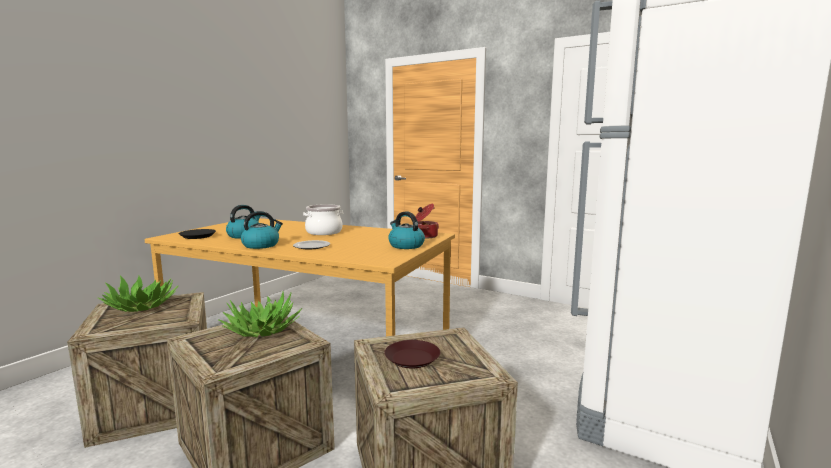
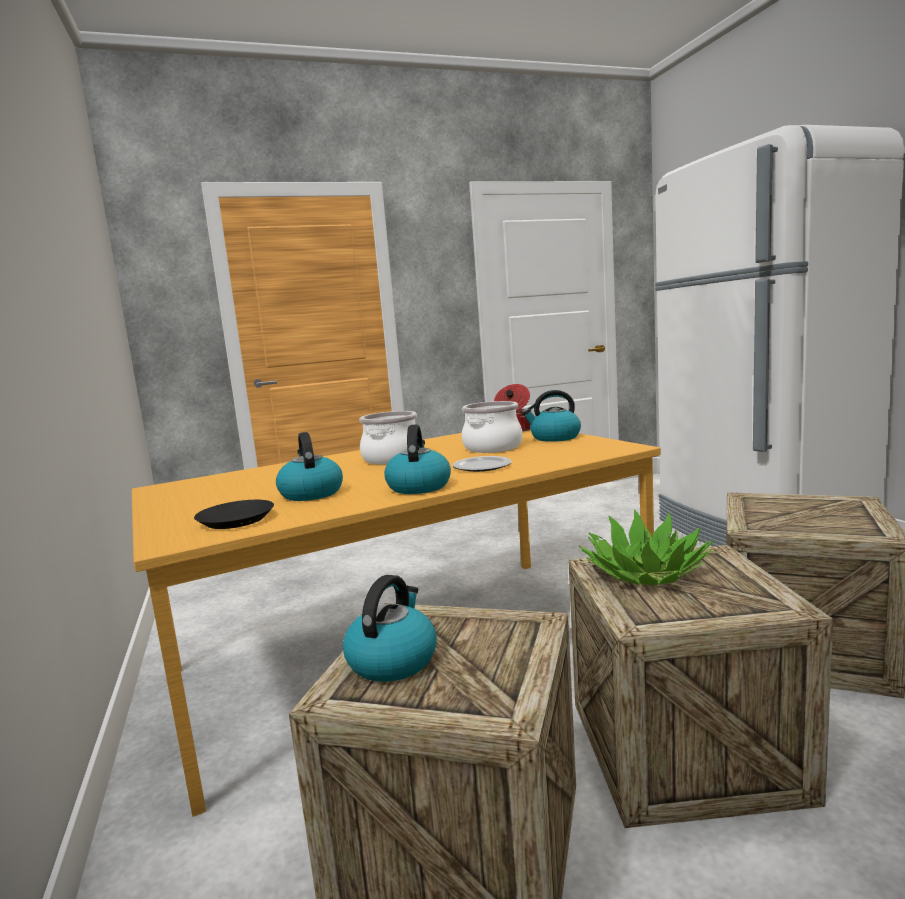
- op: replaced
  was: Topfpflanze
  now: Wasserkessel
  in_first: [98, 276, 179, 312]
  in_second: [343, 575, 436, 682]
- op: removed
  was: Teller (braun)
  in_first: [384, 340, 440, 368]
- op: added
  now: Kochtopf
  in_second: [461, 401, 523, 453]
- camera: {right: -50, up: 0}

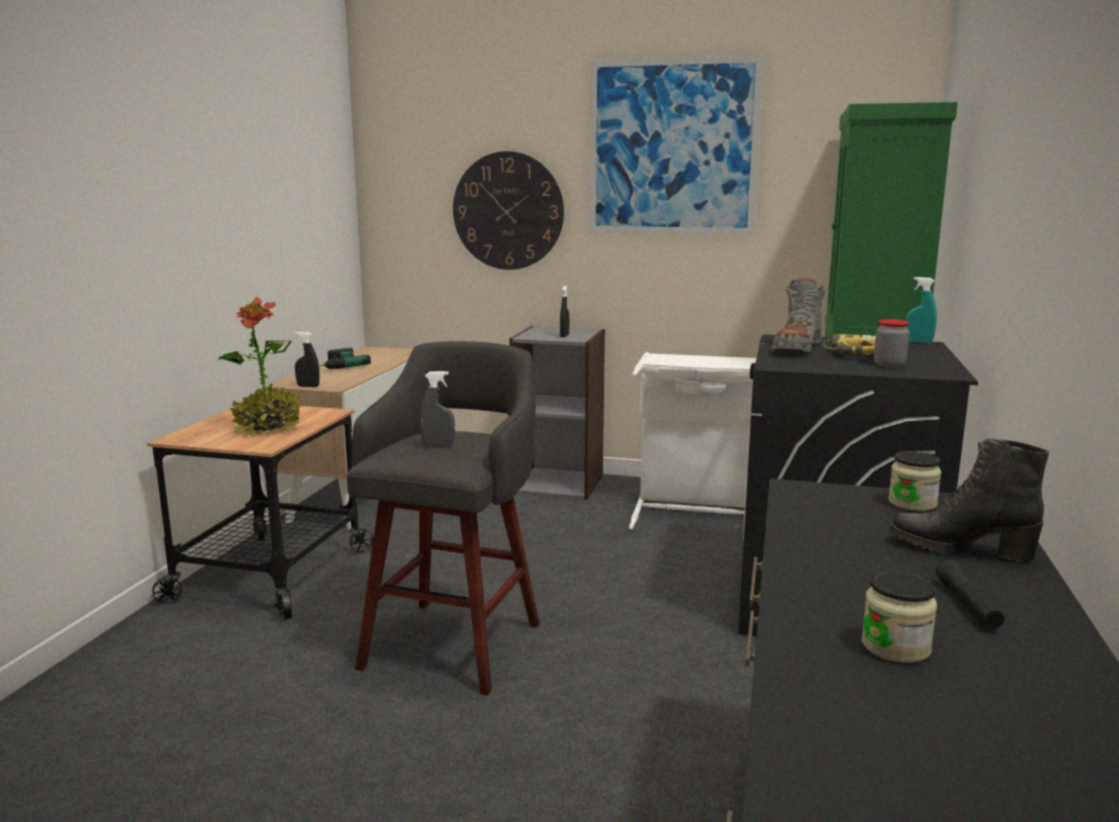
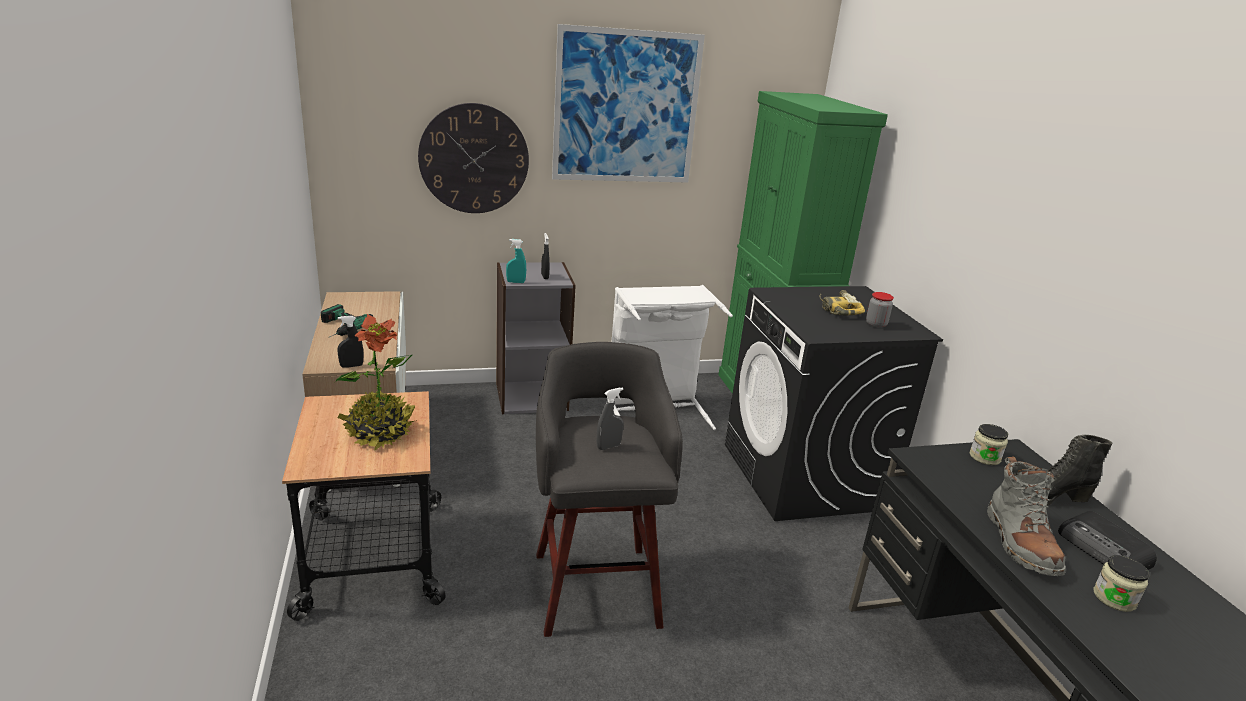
- op: moved
  was: Sprühflasche (türkis)
  in_first: [905, 277, 937, 343]
  in_second: [506, 239, 526, 283]
- op: moved
  was: Stiefel (grau)
  in_first: [772, 278, 825, 353]
  in_second: [987, 456, 1066, 576]
- op: replaced
  was: Taschenlampe (schwarz)
  now: Radio
  in_first: [936, 559, 1004, 629]
  in_second: [1058, 511, 1157, 570]
- camera: {right: -30, up: 10}

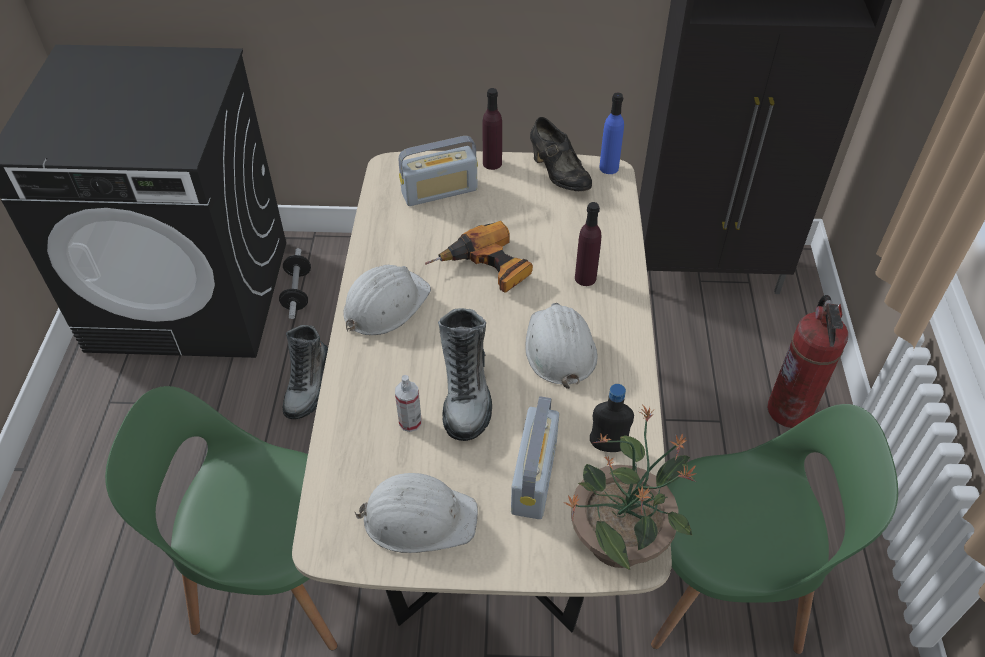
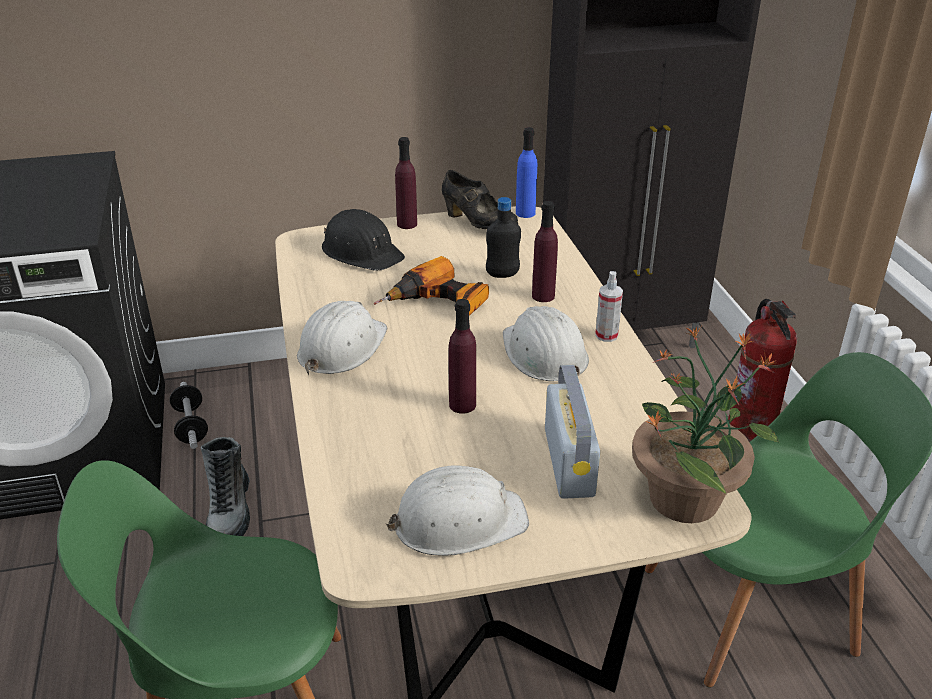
- op: replaced
  was: Radio
  now: Schutzhelm (schwarz)
  in_first: [399, 136, 478, 206]
  in_second: [322, 209, 405, 271]
- op: replaced
  was: Stiefel
  now: Flasche (lila)
  in_first: [438, 308, 492, 441]
  in_second: [448, 299, 476, 414]
- op: moved
  was: Sprühflasche
  in_first: [395, 375, 422, 432]
  in_second: [595, 271, 623, 342]
- op: moved
  was: Flasche (schwarz)
  in_first: [590, 384, 634, 452]
  in_second: [486, 197, 521, 278]
- camera: {right: -15, up: -15}

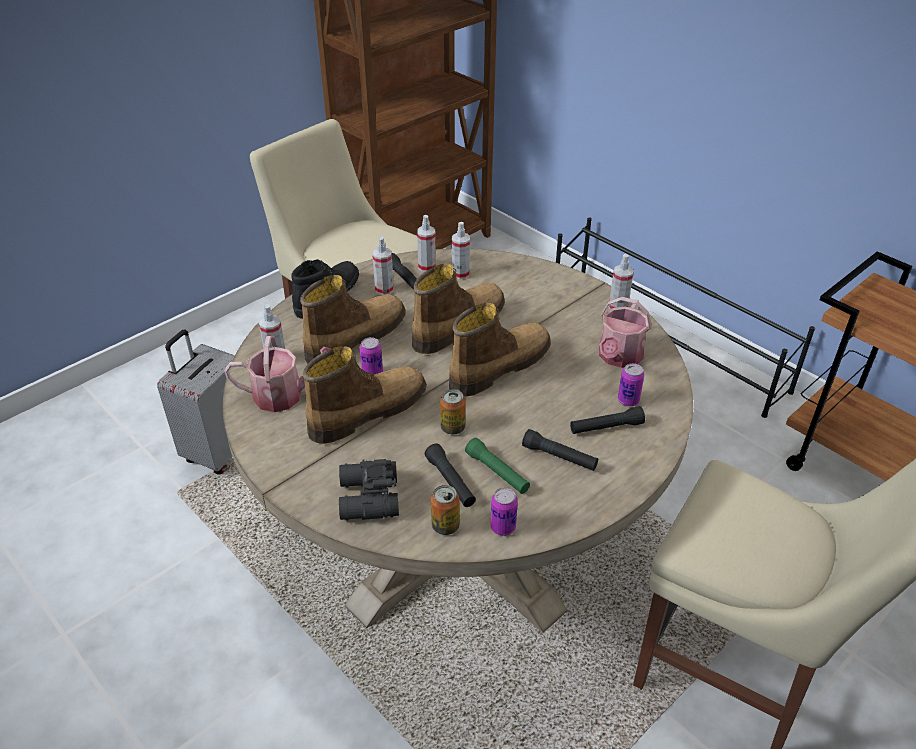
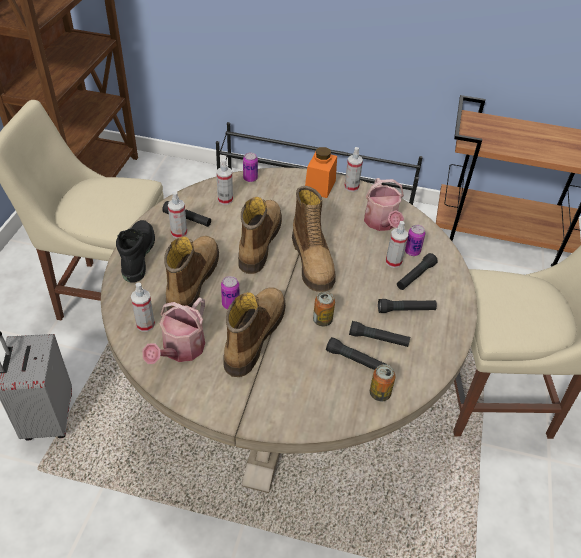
- op: moved
  was: Sprühflasche
  in_first: [417, 215, 436, 272]
  in_second: [386, 221, 408, 268]
- op: turned
  was: Stiefel
  in_first: [449, 303, 551, 397]
  in_second: [292, 186, 336, 292]
  clockwise: 150
- op: turned
  was: Gießkanne
  in_first: [224, 336, 332, 412]
  in_second: [142, 297, 205, 364]
  clockwise: 150
- op: recoloured
  was: Taschenlampe (grün)
  now: Taschenlampe (schwarz)
  in_first: [465, 438, 530, 494]
  in_second: [349, 321, 410, 347]
- op: removed
  was: Fernglas (schwarz)
  in_first: [339, 459, 399, 521]
- op: moved
  was: Dose
  in_first: [490, 488, 518, 536]
  in_second: [243, 153, 258, 182]
- op: added
  now: Vorratsglas (orange)
  in_second: [305, 147, 337, 198]
- camera: {right: -35, up: 5}

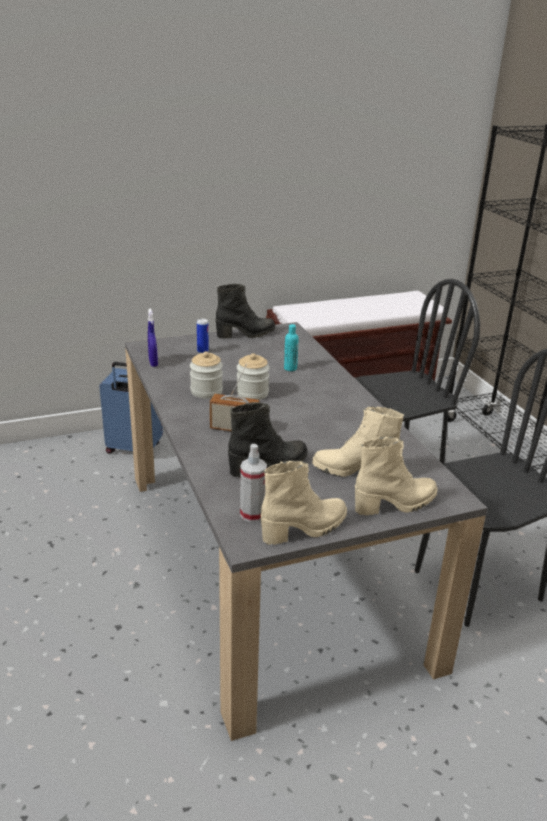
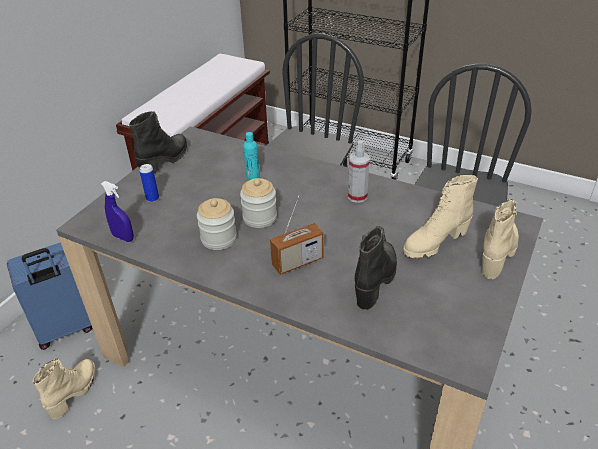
- op: moved
  was: Sprühflasche
  in_first: [240, 444, 267, 522]
  in_second: [348, 141, 370, 203]
- op: moved
  was: Stiefel (beige)
  in_first: [261, 461, 347, 545]
  in_second: [33, 358, 96, 419]
- camera: {right: -40, up: 10}

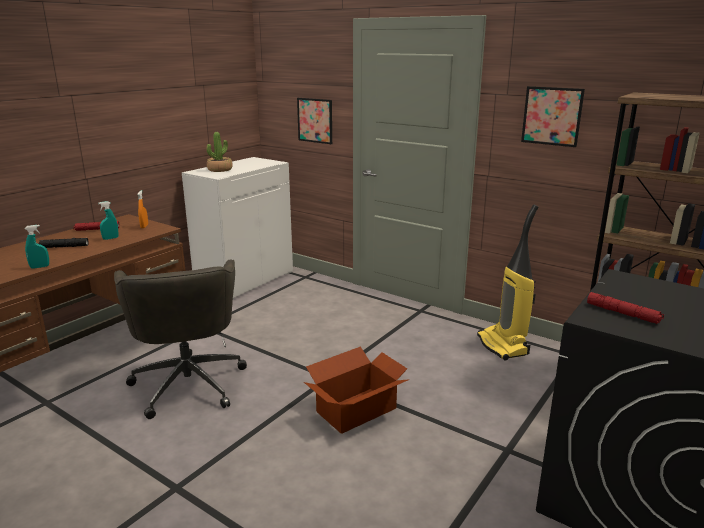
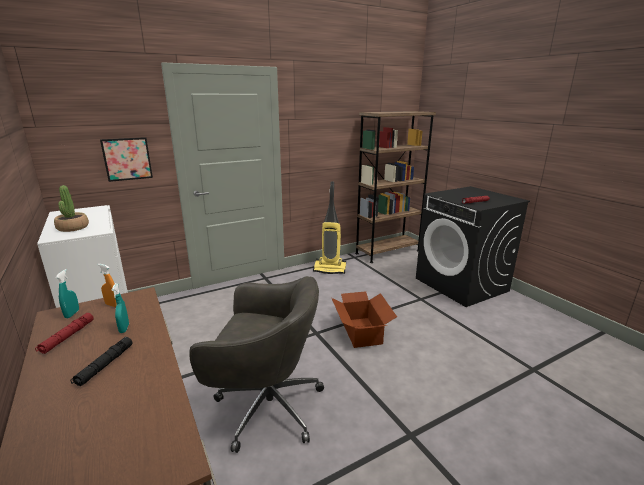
- op: removed
  was: Bild
  in_first: [521, 86, 585, 147]
- op: moved
  was: Sprühflasche (türkis)
  in_first: [25, 225, 49, 269]
  in_second: [56, 269, 79, 318]
- camera: {right: -65, up: 0}

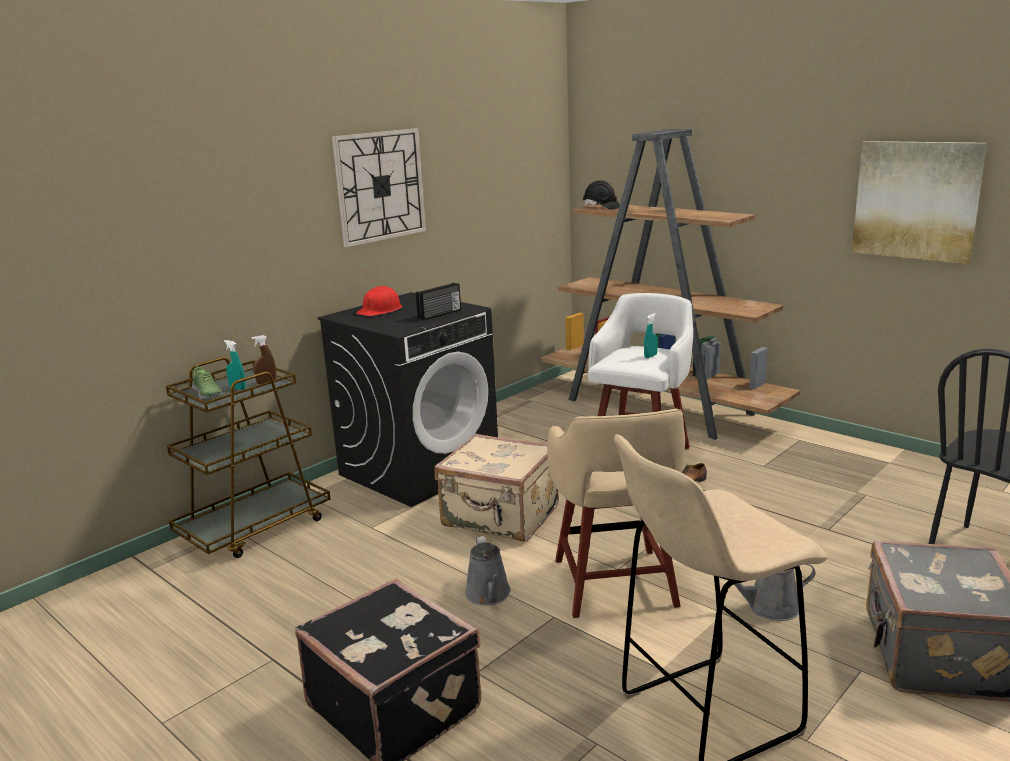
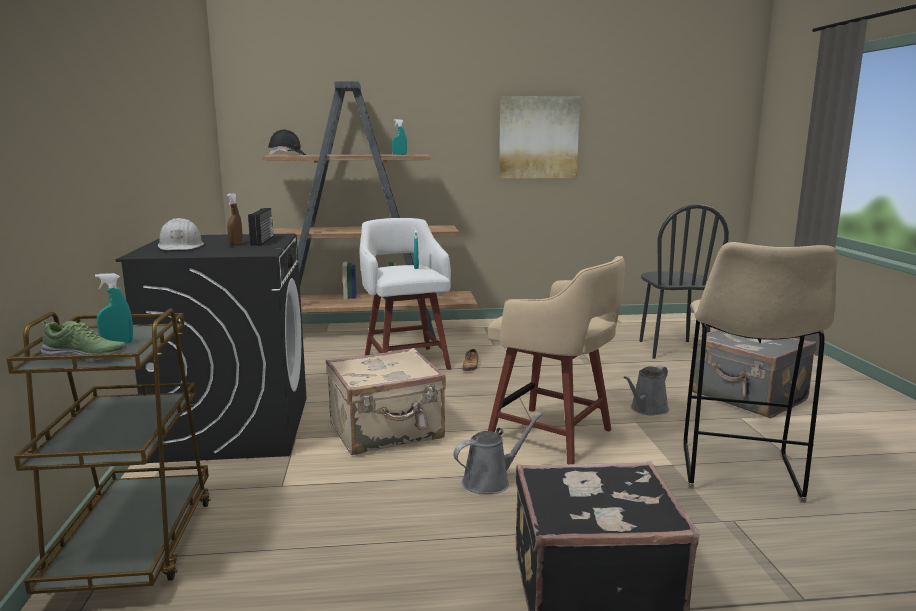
- op: removed
  was: Wanduhr
  in_first: [332, 128, 426, 247]
- op: recoloured
  was: Schutzhelm (rot)
  now: Schutzhelm (weiß)
  in_first: [356, 286, 402, 316]
  in_second: [158, 218, 204, 250]
- op: moved
  was: Sprühflasche (braun)
  in_first: [252, 335, 276, 384]
  in_second: [227, 193, 243, 246]
- op: turned
  was: Gießkanne (grau)
  in_first: [465, 536, 511, 606]
  in_second: [453, 413, 543, 494]
  clockwise: -60
- op: added
  now: Sprühflasche (türkis)
  in_second: [392, 119, 407, 155]
- camera: {right: -50, up: -5}

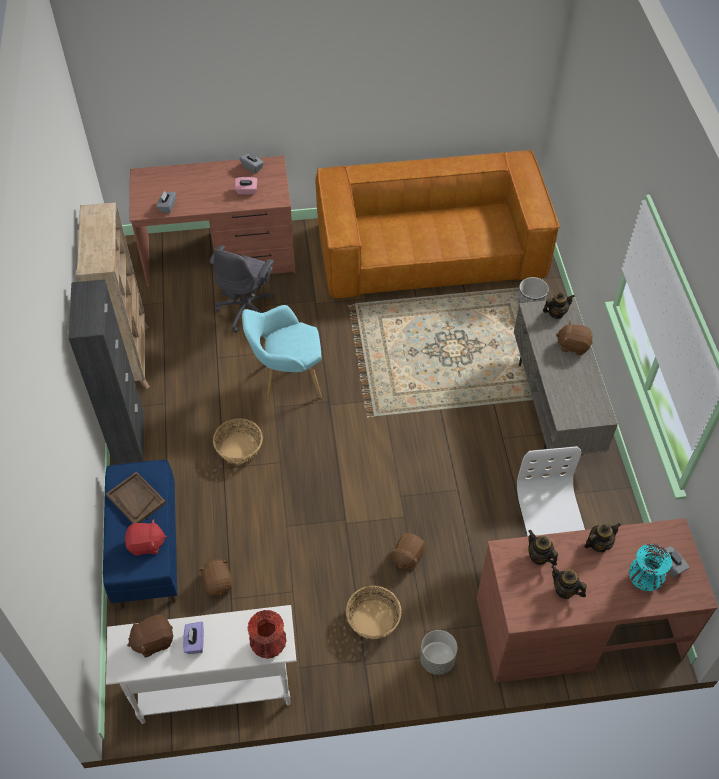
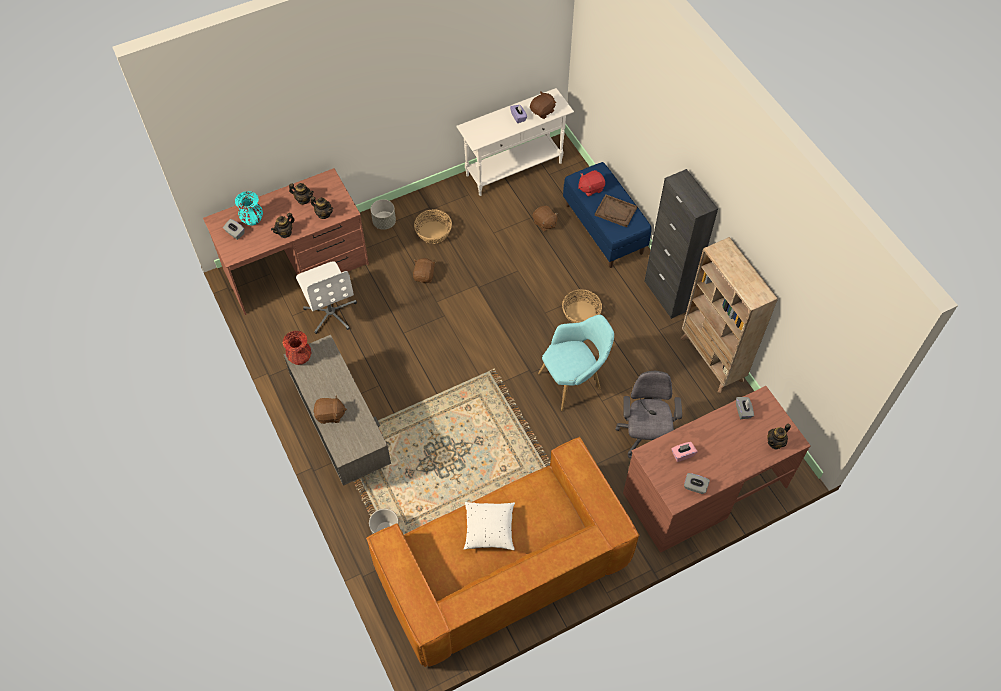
- op: moved
  was: Teekanne
  in_first: [543, 293, 575, 319]
  in_second: [767, 424, 791, 450]
- op: moved
  was: Vase (rot)
  in_first: [247, 610, 287, 659]
  in_second: [283, 331, 312, 365]
- op: added
  now: Kissen (weiß)
  in_second: [464, 502, 515, 550]
- camera: {right: 160, up: 5}

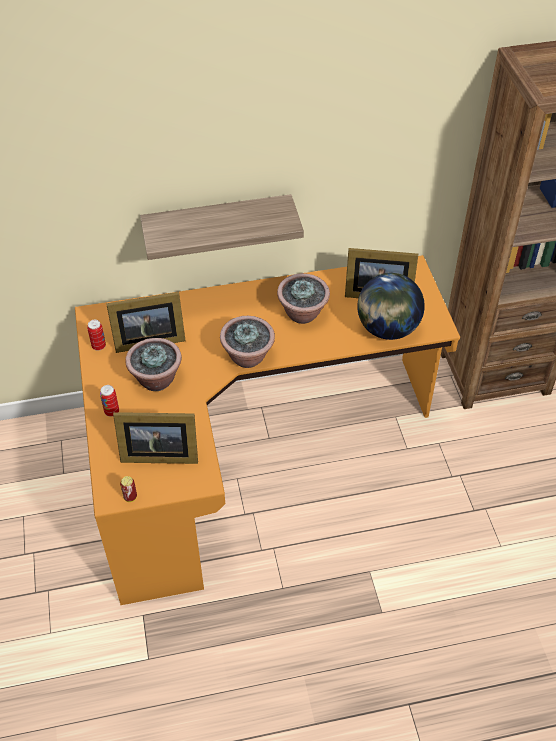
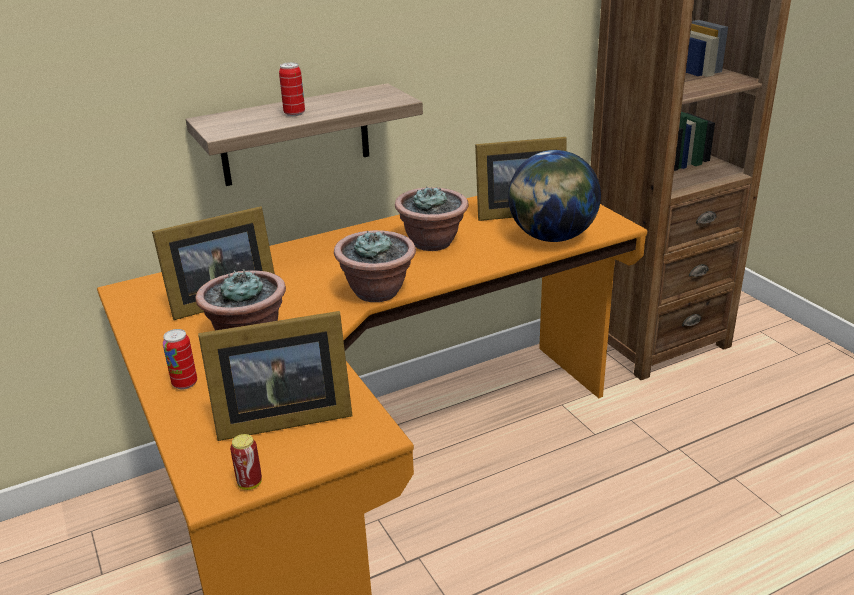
- op: moved
  was: Dose
  in_first: [87, 320, 106, 351]
  in_second: [279, 62, 305, 116]
- camera: {right: -15, up: -20}

